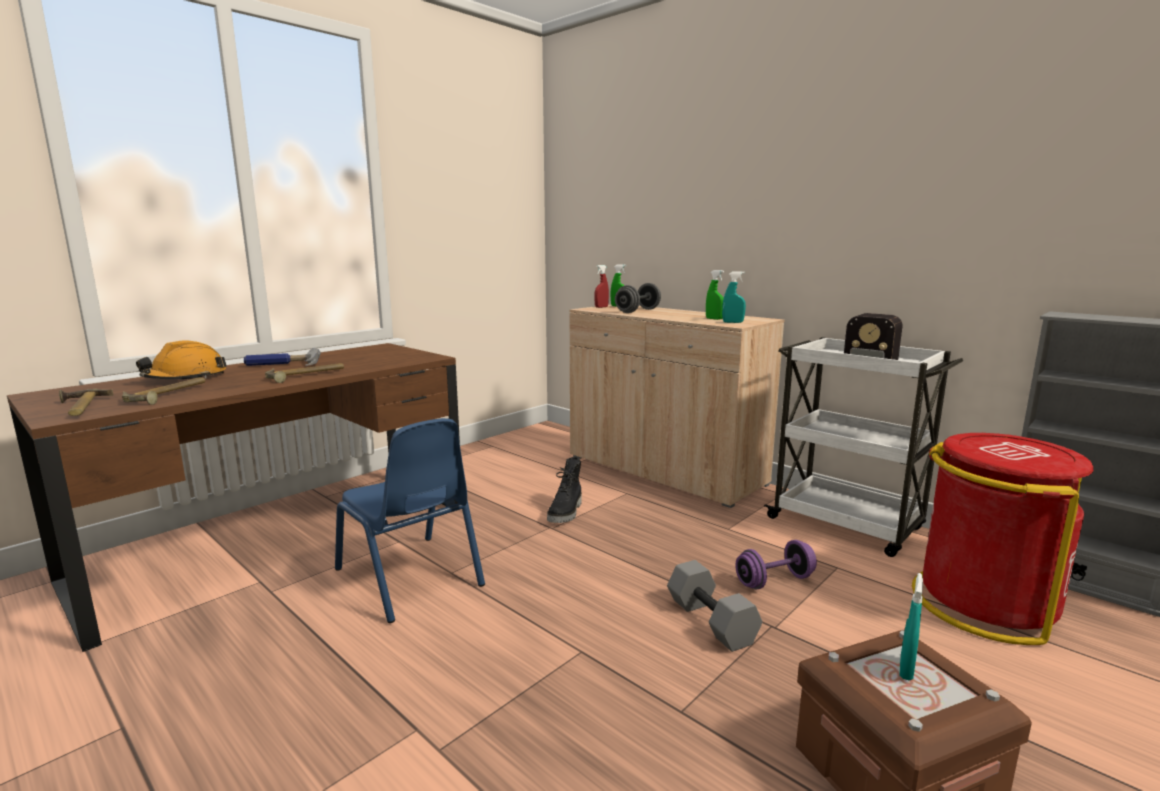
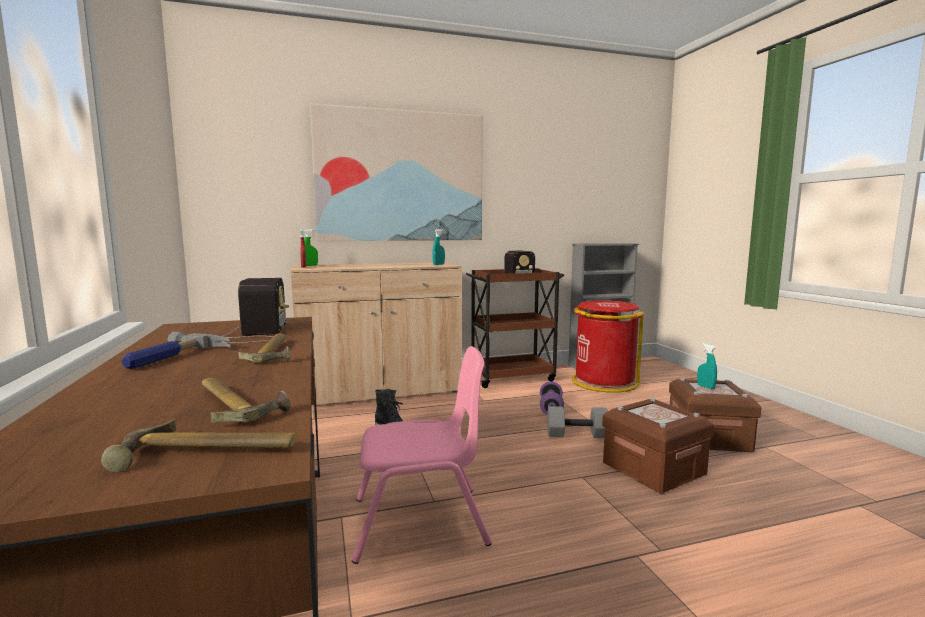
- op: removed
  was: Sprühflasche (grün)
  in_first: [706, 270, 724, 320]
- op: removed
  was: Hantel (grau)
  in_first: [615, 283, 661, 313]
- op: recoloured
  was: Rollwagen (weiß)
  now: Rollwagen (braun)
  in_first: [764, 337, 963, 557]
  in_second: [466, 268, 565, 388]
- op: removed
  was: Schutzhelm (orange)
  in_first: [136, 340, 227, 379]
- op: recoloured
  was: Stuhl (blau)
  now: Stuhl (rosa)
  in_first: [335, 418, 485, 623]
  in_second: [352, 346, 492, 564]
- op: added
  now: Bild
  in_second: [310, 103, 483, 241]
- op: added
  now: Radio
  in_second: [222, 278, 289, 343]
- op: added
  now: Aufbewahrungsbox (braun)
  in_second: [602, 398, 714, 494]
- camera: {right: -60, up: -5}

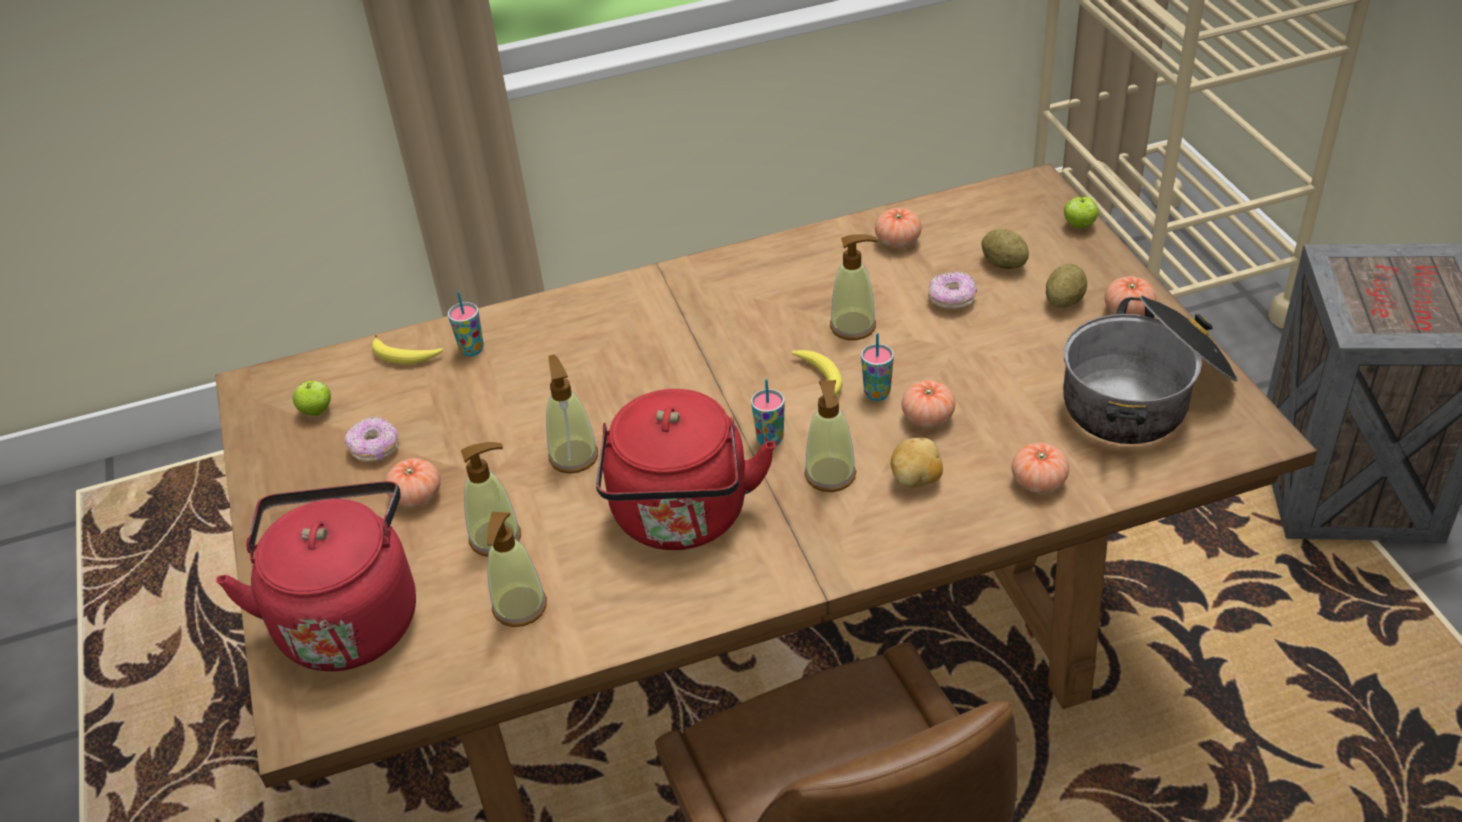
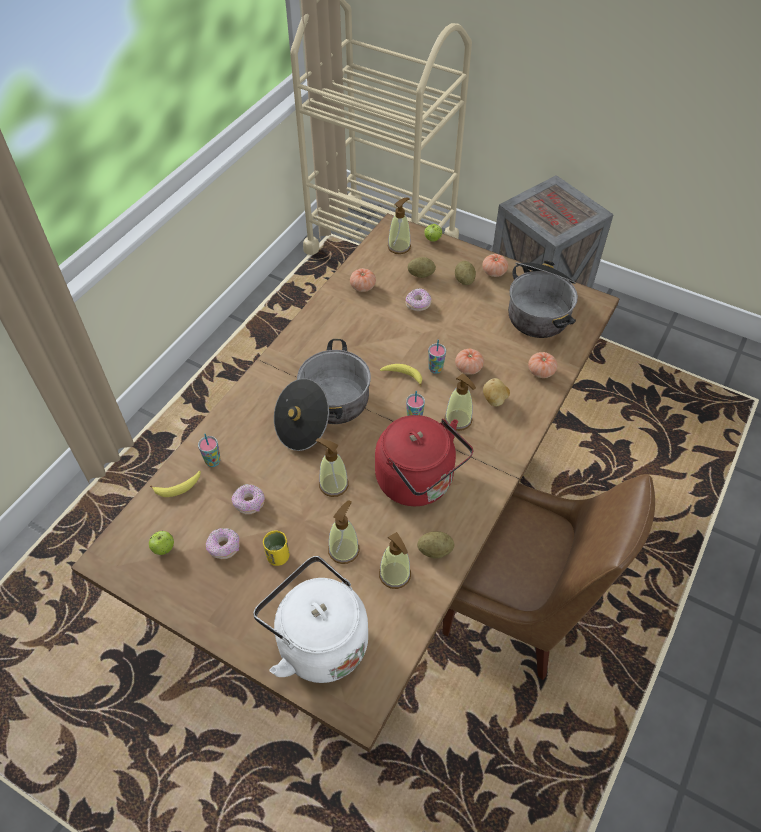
- op: moved
  was: Seifenspender
  in_first: [830, 234, 878, 340]
  in_second: [388, 198, 411, 254]
- op: replaced
  was: Tomate
  now: Tasse (gelb)
  in_first: [386, 458, 441, 508]
  in_second: [263, 531, 290, 566]
- op: recoloured
  was: Wasserkessel (rot)
  now: Wasserkessel (weiß)
  in_first: [216, 481, 416, 671]
  in_second: [253, 556, 368, 683]
- op: added
  now: Kochtopf
  in_second: [274, 339, 371, 451]
- op: added
  now: Donut
  in_second: [232, 484, 265, 514]
- op: added
  now: Kartoffel
  in_second: [417, 531, 454, 559]
- camera: {right: -45, up: 10}

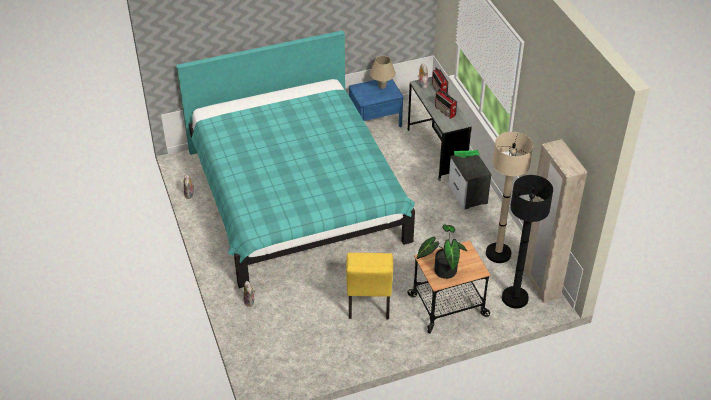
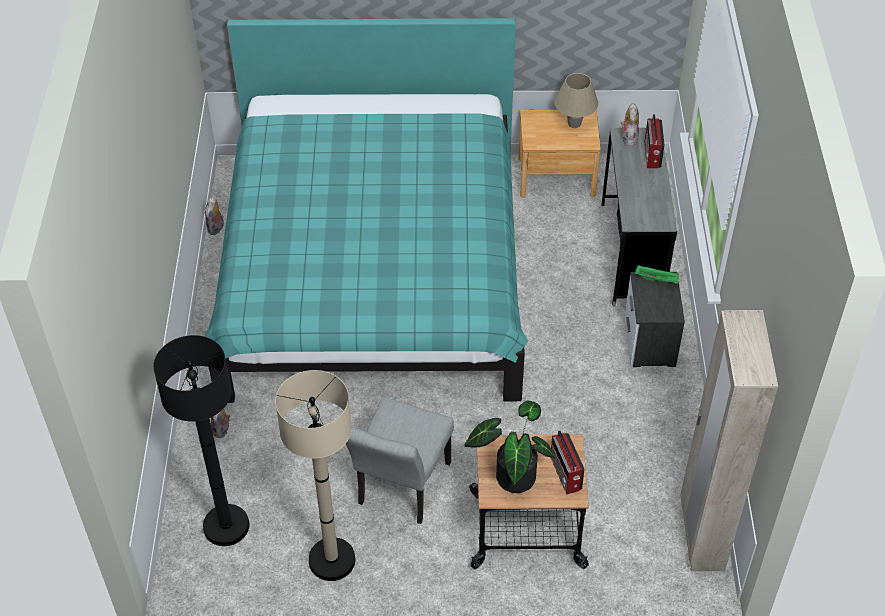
- op: recoloured
  was: Nachttisch (blau)
  now: Nachttisch (braun)
  in_first: [349, 79, 403, 127]
  in_second: [518, 110, 601, 197]
- op: moved
  was: Radio
  in_first: [435, 89, 457, 119]
  in_second: [550, 430, 585, 495]
- op: moved
  was: Stehlampe (beige)
  in_first: [486, 132, 533, 263]
  in_second: [275, 370, 356, 581]
- op: moved
  was: Stehlampe (schwarz)
  in_first: [502, 175, 553, 309]
  in_second: [153, 335, 249, 546]
- op: recoloured
  was: Stuhl (gelb)
  now: Stuhl (grau)
  in_first: [346, 253, 393, 319]
  in_second: [346, 397, 454, 524]
- camera: {right: 20, up: 5}

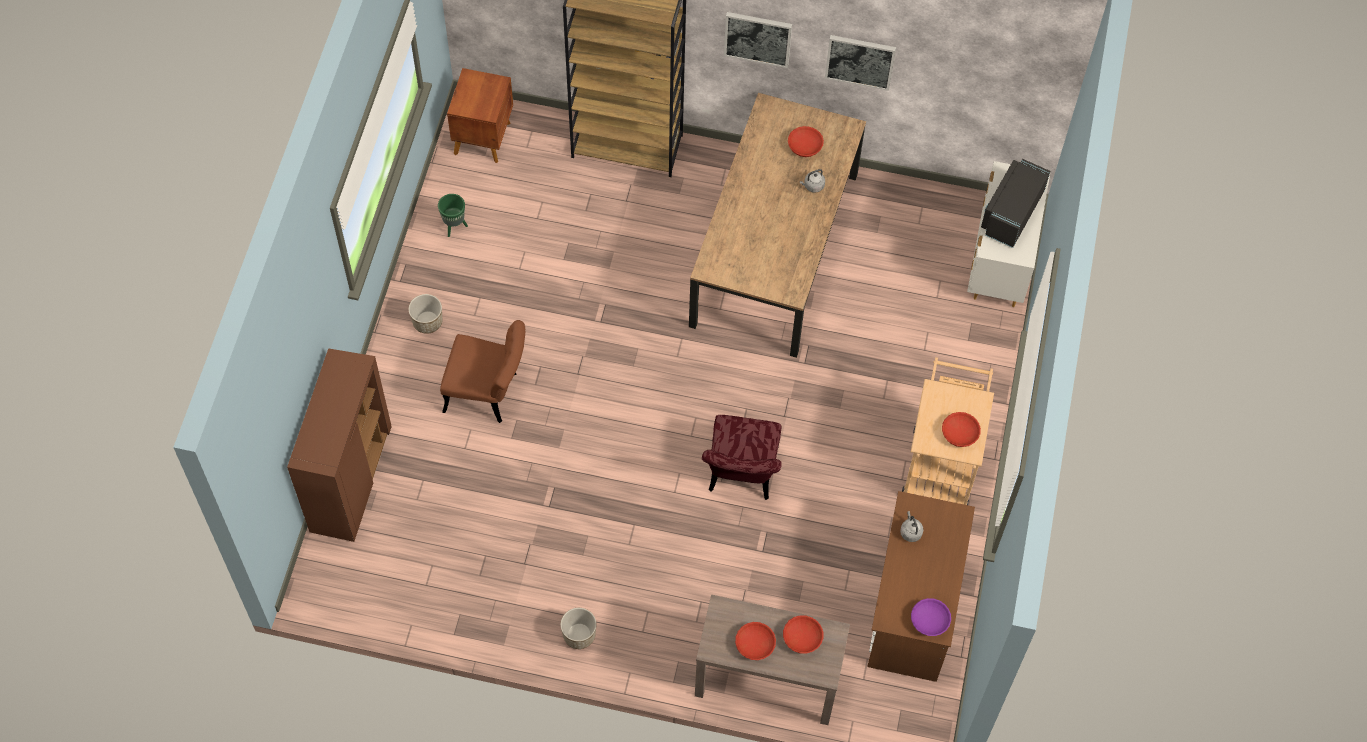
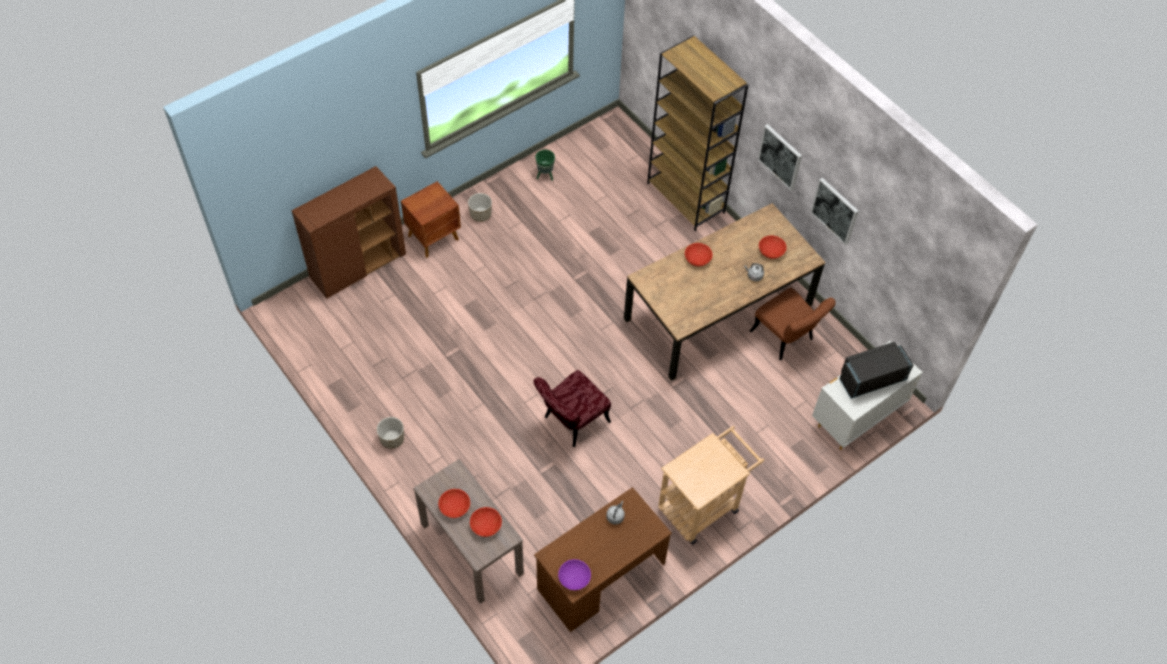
- op: moved
  was: Nachttisch (braun)
  in_first: [447, 68, 513, 163]
  in_second: [401, 181, 461, 258]
- op: moved
  was: Stuhl (braun)
  in_first: [440, 320, 525, 423]
  in_second: [750, 288, 836, 360]
- op: moved
  was: Schüssel (rot)
  in_first: [942, 412, 981, 447]
  in_second: [685, 243, 713, 267]
- camera: {right: 40, up: -5}

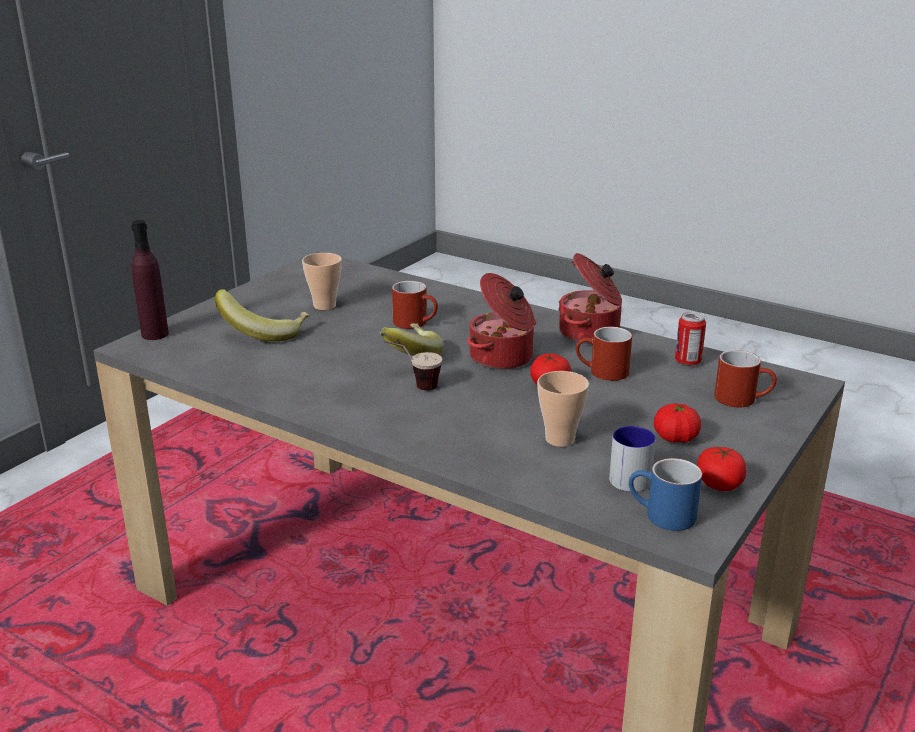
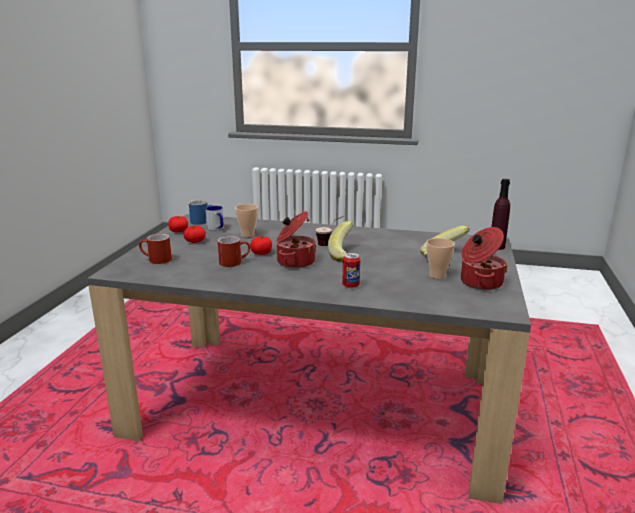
- op: moved
  was: Kochtopf
  in_first: [558, 253, 622, 344]
  in_second: [461, 227, 508, 290]
- op: removed
  was: Henkelbecher (rot)
  in_first: [392, 281, 438, 329]
- op: moved
  was: Dose
  in_first: [675, 312, 706, 366]
  in_second: [342, 253, 360, 288]
- camera: {right: 160, up: -5}

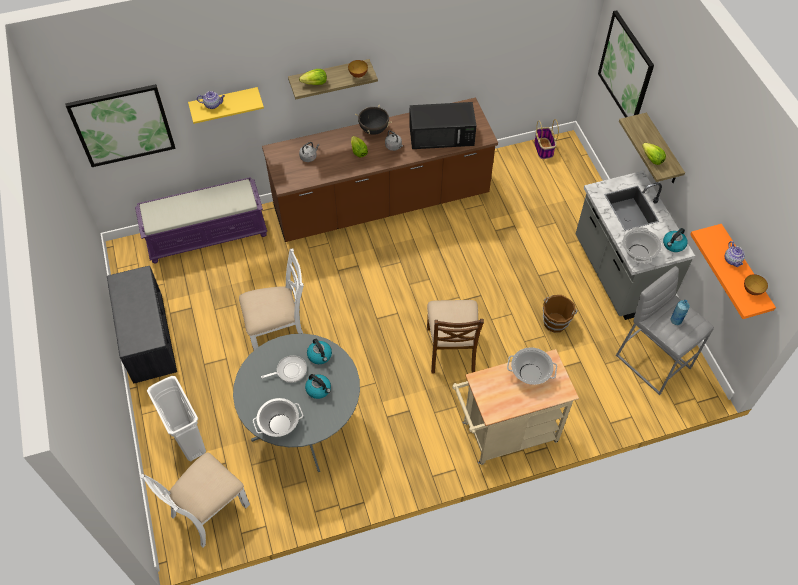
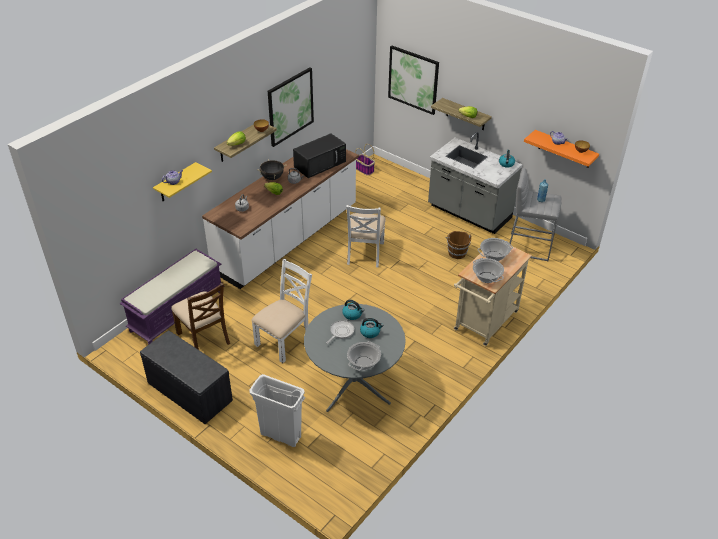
- op: moved
  was: Bild
  in_first: [65, 84, 176, 167]
  in_second: [268, 67, 314, 147]
- op: recoloured
  was: Küchenzeile (braun)
  now: Küchenzeile (weiß)
  in_first: [262, 98, 498, 242]
  in_second: [202, 149, 359, 289]
- op: moved
  was: Kochtopf
  in_first: [623, 227, 662, 264]
  in_second: [473, 258, 504, 283]
- op: moved
  was: Stuhl (braun)
  in_first: [427, 300, 484, 373]
  in_second: [171, 283, 230, 350]
- op: moved
  was: Stuhl (weiß)
  in_first: [140, 453, 250, 548]
  in_second: [346, 205, 386, 267]
- camera: {right: -35, up: -15}

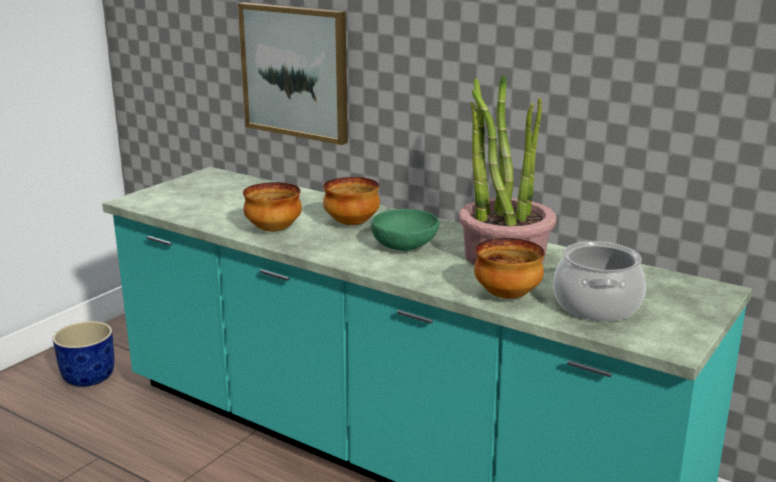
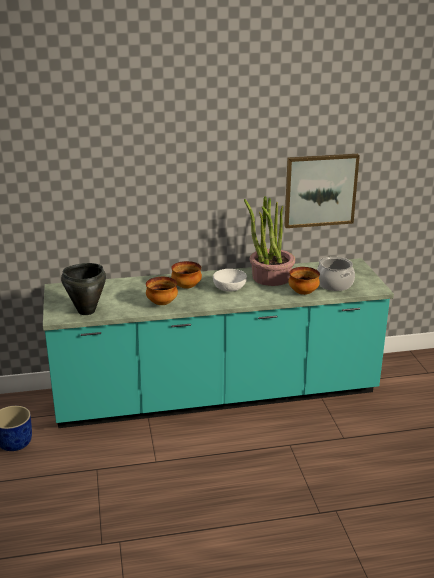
- op: moved
  was: Bild
  in_first: [238, 3, 348, 145]
  in_second: [284, 154, 360, 228]
- op: recoloured
  was: Schüssel (grün)
  now: Schüssel (weiß)
  in_first: [371, 209, 439, 251]
  in_second: [213, 269, 247, 292]
- op: added
  now: Kochtopf (schwarz)
  in_second: [61, 263, 106, 315]
- camera: {right: -45, up: 5}

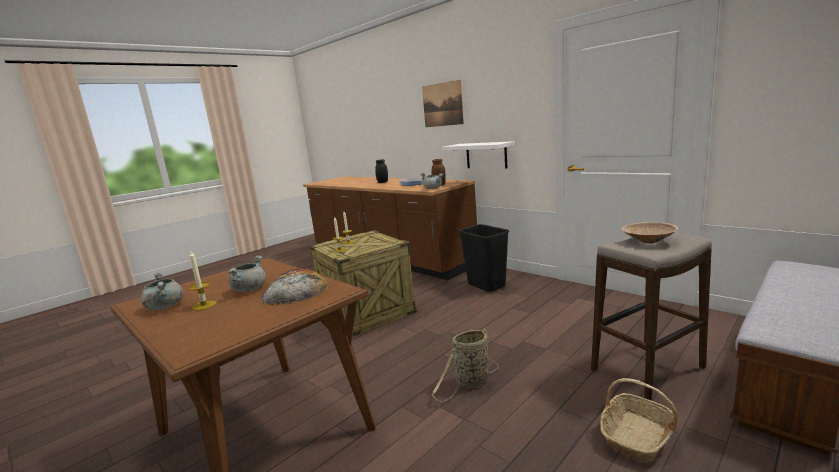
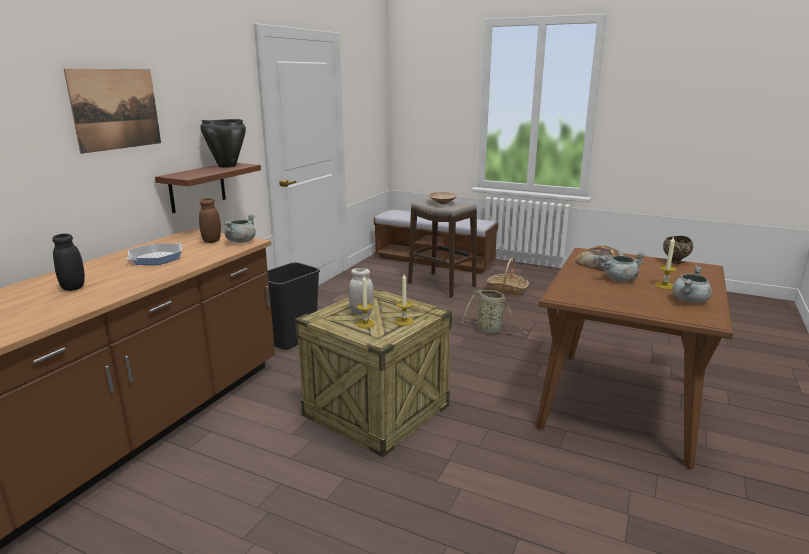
- op: recoloured
  was: Wandregal (weiß)
  now: Wandregal (braun)
  in_first: [442, 141, 515, 168]
  in_second: [155, 163, 261, 213]
- op: added
  now: Kochtopf (schwarz)
  in_second: [200, 119, 246, 168]
- op: added
  now: Schüssel (braun)
  in_second: [663, 236, 693, 264]
- op: added
  now: Vorratsglas (weiß)
  in_second: [349, 268, 374, 316]
- camera: {right: -110, up: 5}

